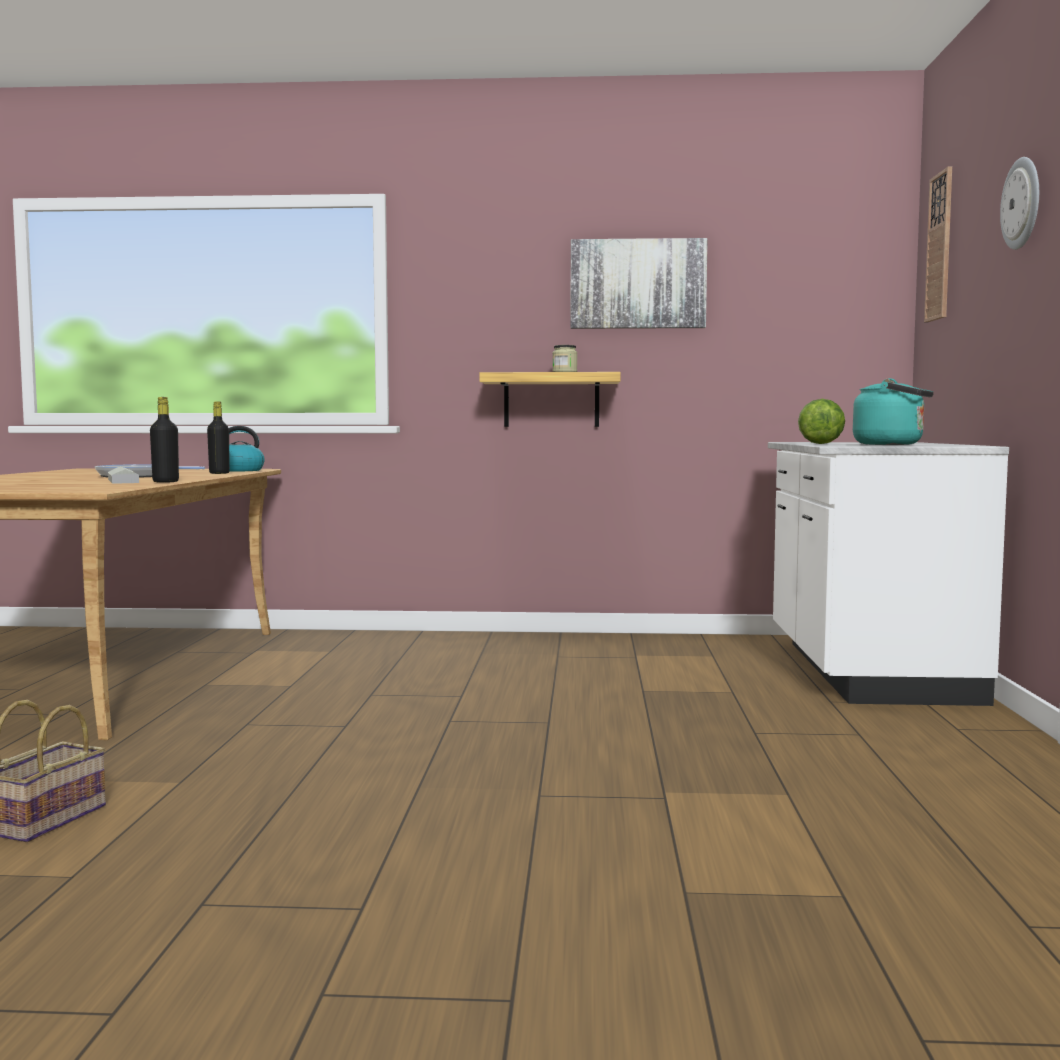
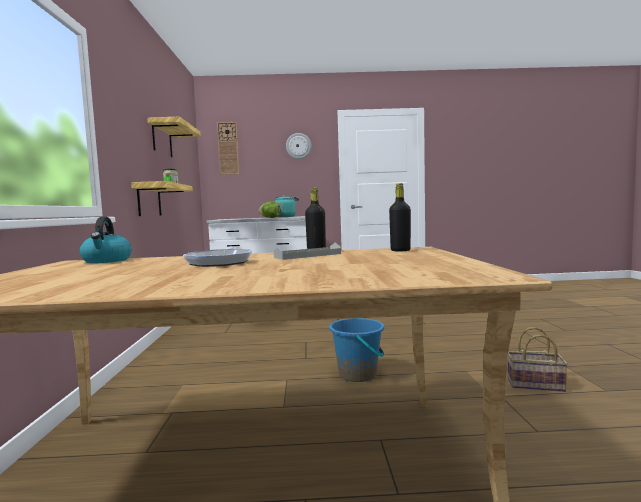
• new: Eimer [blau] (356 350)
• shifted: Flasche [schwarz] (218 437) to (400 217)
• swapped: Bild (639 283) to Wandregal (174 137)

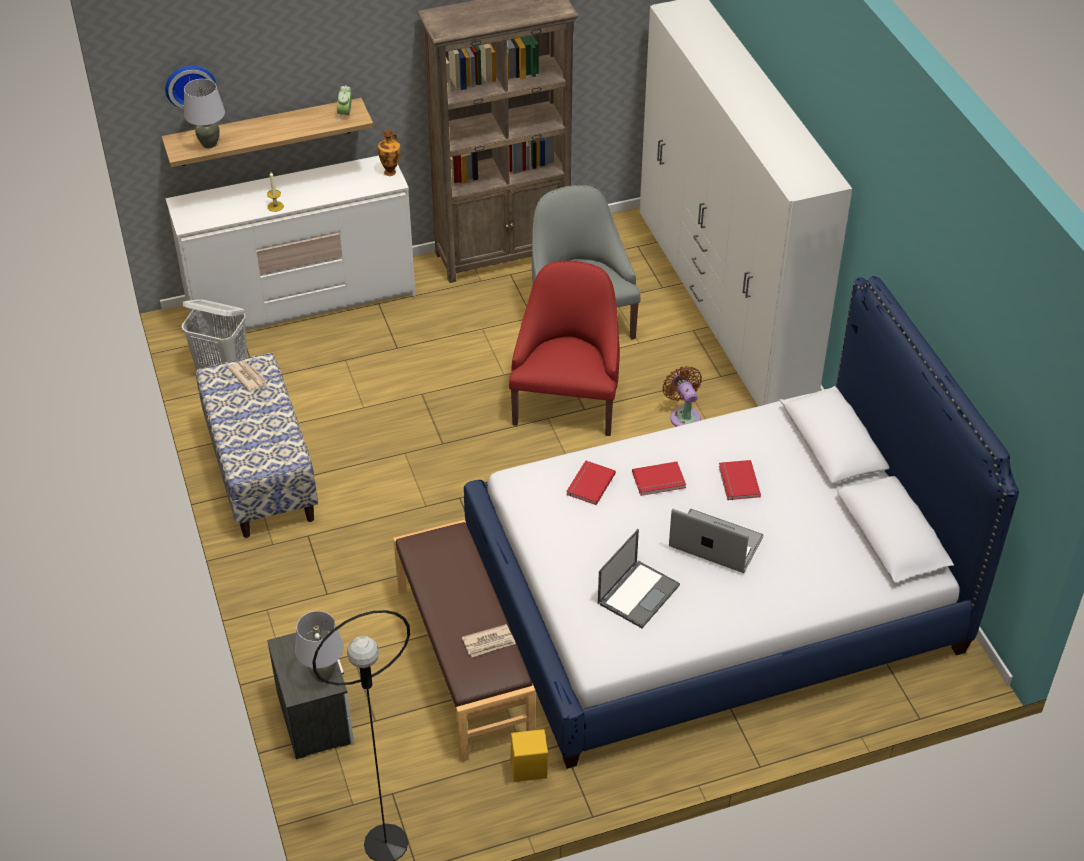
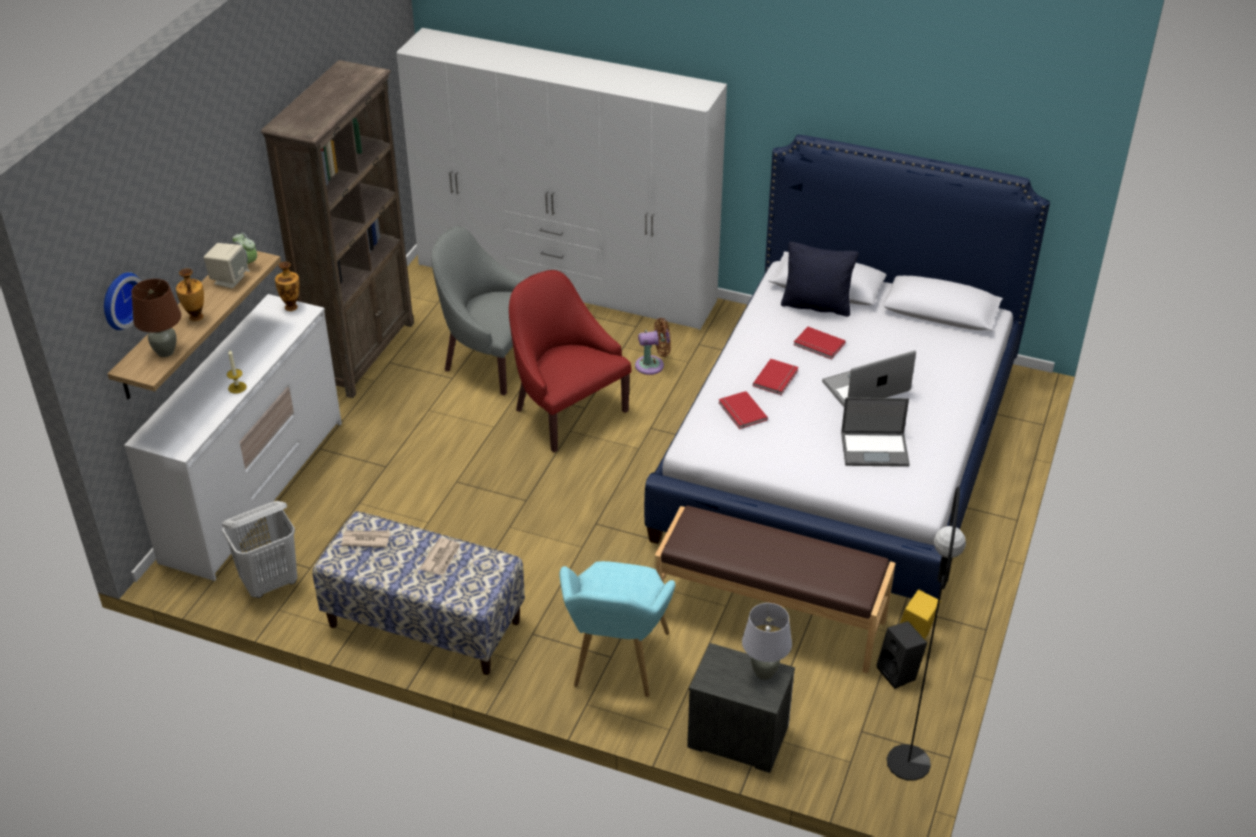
• new: Vase (190 294)
• new: Lautsprecher [beige] (226 266)
• new: Sessel [türkis] (617 629)
• new: Kissen [schwarz] (819 279)
• new: Lautsprecher [schwarz] (902 655)
• shifted: Zeitung (489 640) to (440 556)
• repainted: Tischlampe [grau] (204 113) to Tischlampe [braun] (156 318)
• rotated: Laptop (639 578) = (875 432) 105 degrees clockwise
• rotated: Ventilator [braun] (682 396) = (653 346) 150 degrees clockwise

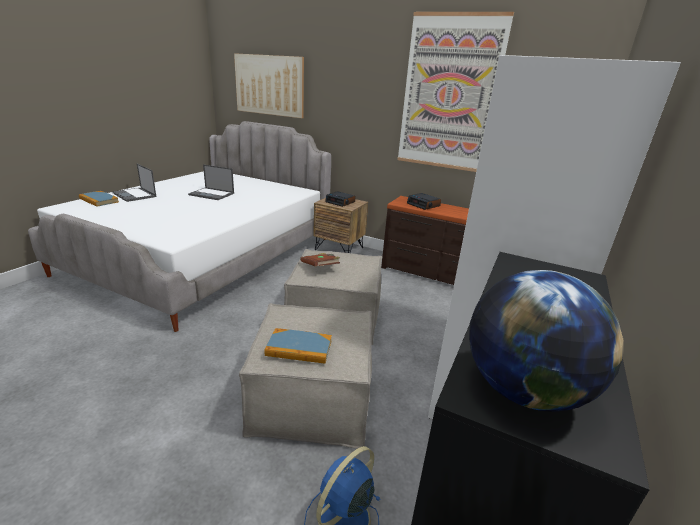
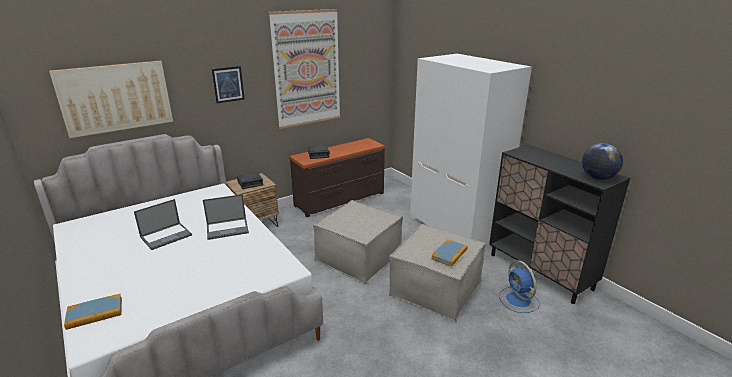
• gone: Buch [braun] (320 260)
• new: Bild (228 84)
• shifted: Laptop (134 183) to (226 217)

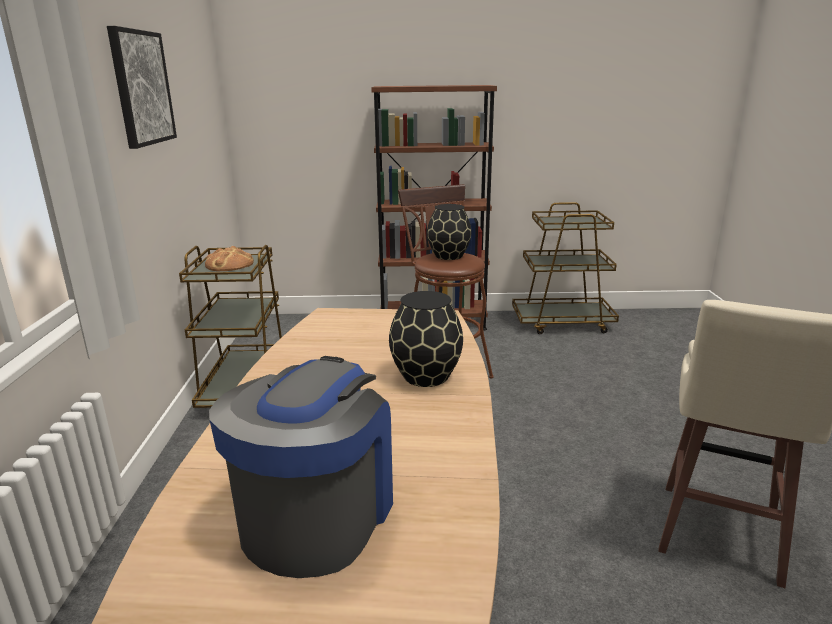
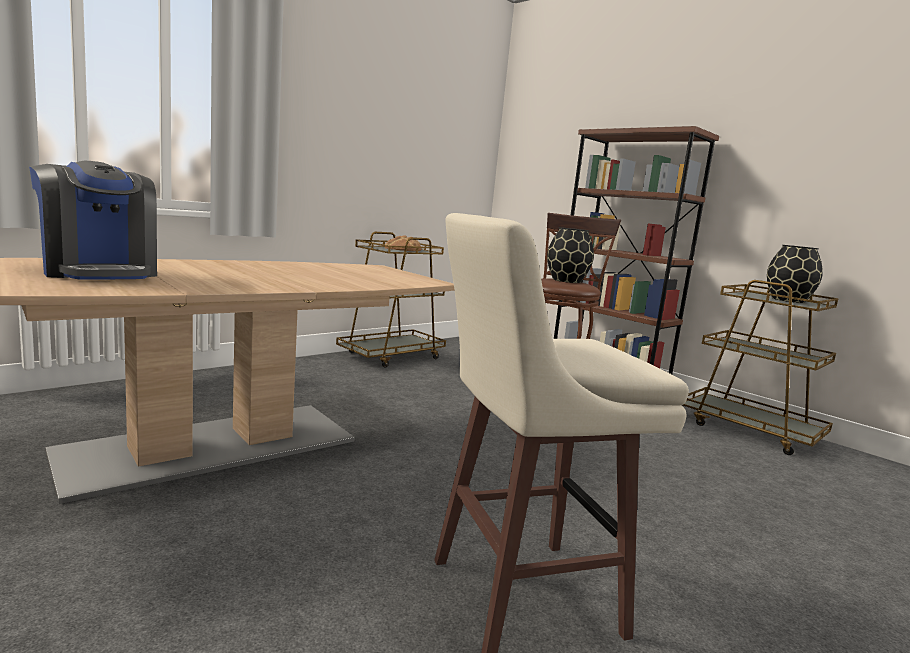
• gone: Bild (142 87)
• shifted: Vase [schwarz] (426 339) to (795 274)
• rotated: Kaffeemaschine (301 467) = (93 220) 75 degrees clockwise

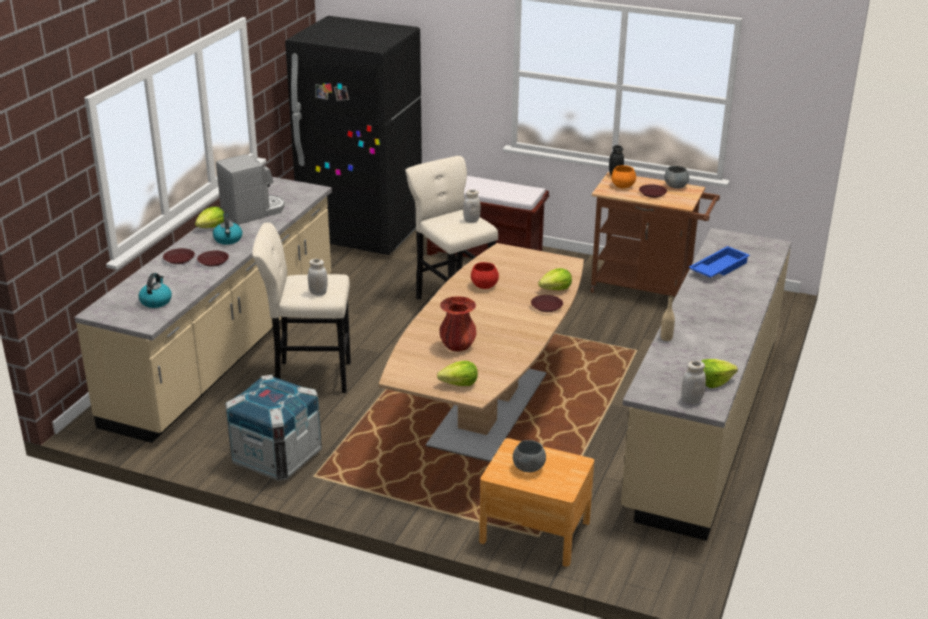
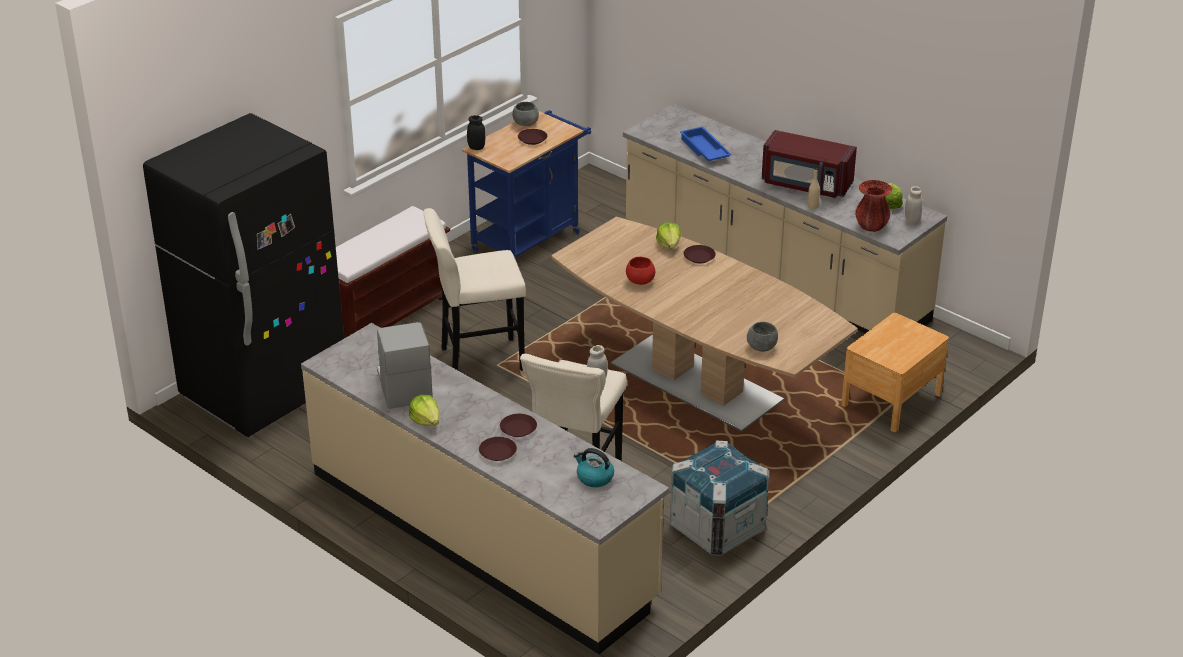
• gone: Wasserkessel (227 229)
• gone: Salatkopf (457 373)
• gone: Vorratsglas [weiß] (472 206)
• gone: Schüssel [orange] (623 176)
• new: Mikrowelle [rot] (809 164)
• shifted: Vase [rot] (457 324) to (873 206)
• shifted: Schüssel [grau] (529 456) to (762 337)
• repainted: Rollwagen [braun] (655 234) to Rollwagen [blau] (526 183)

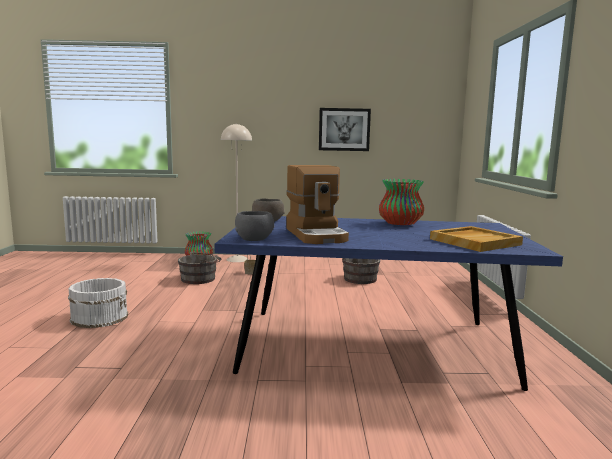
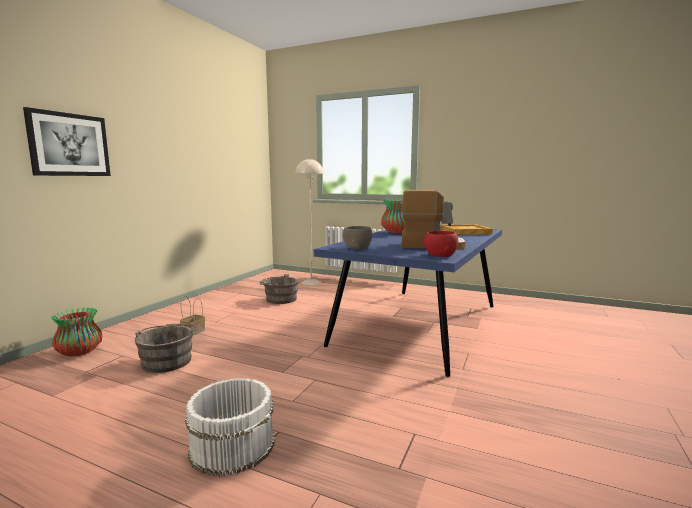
• shifted: Stehlampe [beige] (236 192) to (309 221)
• shifted: Bild (345 129) to (67 141)
• repainted: Schüssel [grau] (254 226) to Schüssel [rot] (440 244)

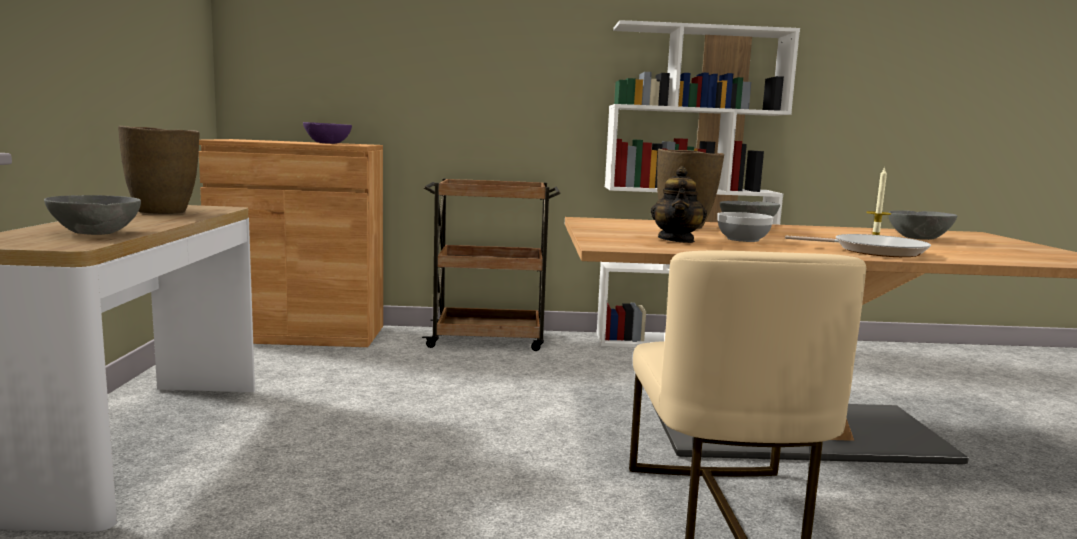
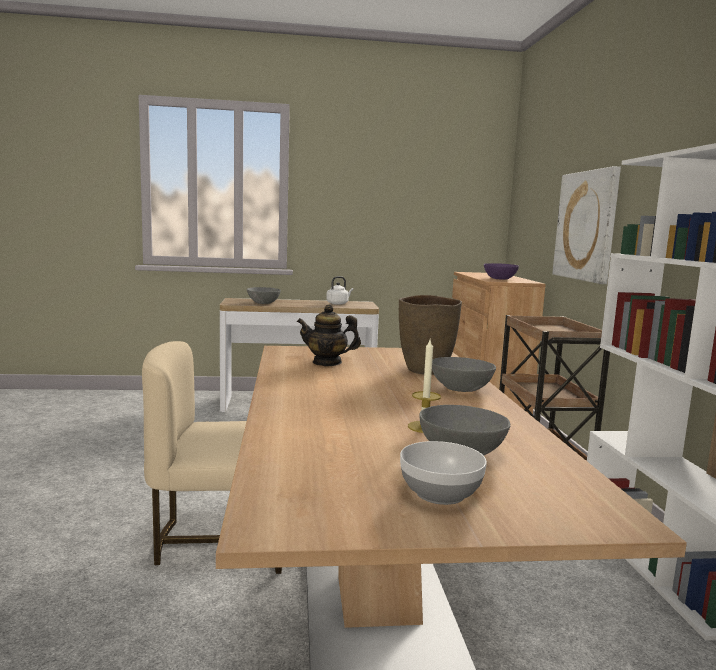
• gone: Pfanne (858 245)
• new: Bild (586 225)
• shifted: Schüssel (745 227) to (443 473)
• swapped: Vase [braun] (159 170) to Wasserkessel [weiß] (339 290)

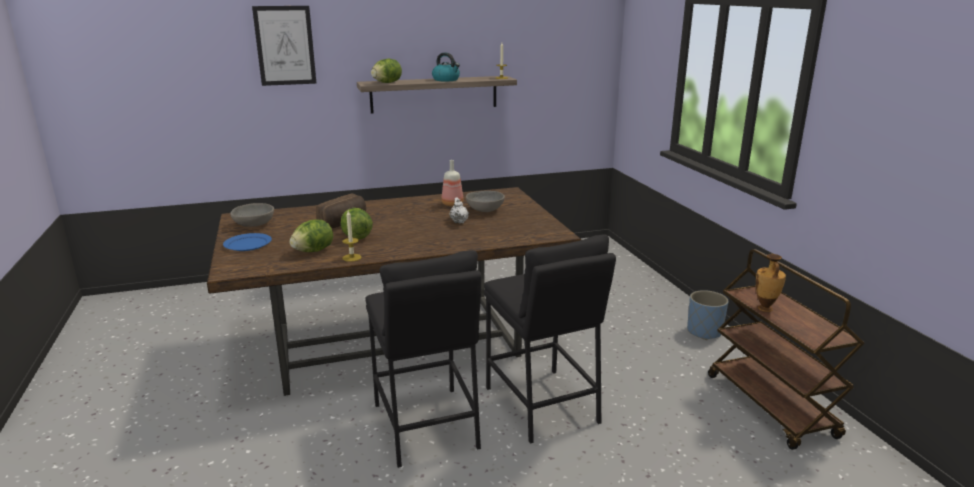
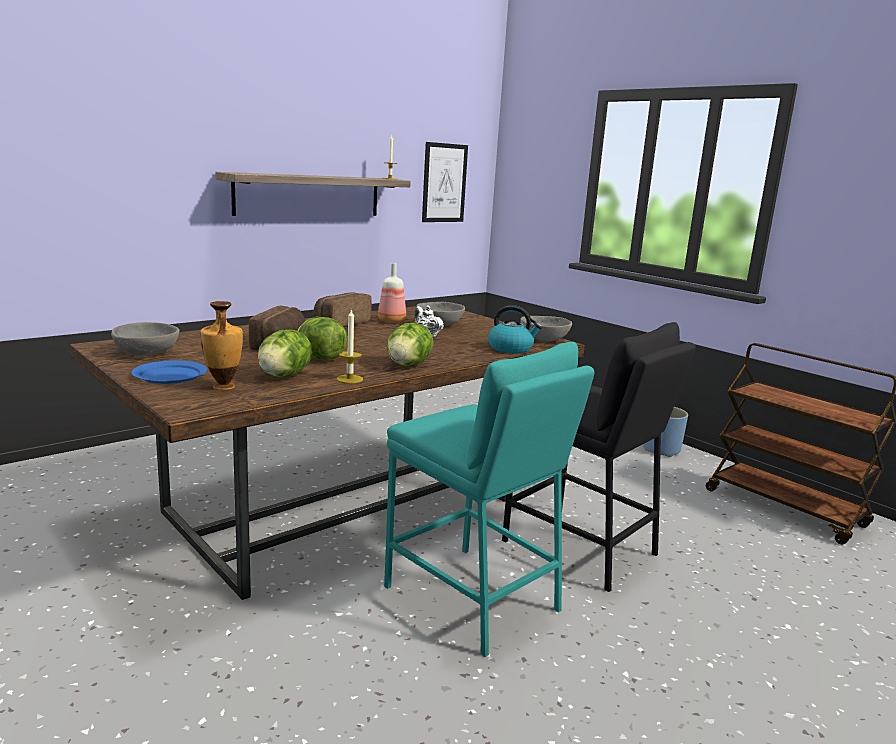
• new: Brot (343 310)
• new: Schüssel [grau] (546 329)
• shifted: Bild (284 46) to (445 182)
• shifted: Salatkopf (386 71) to (410 344)
• shifted: Wasserkessel (446 67) to (515 329)
• shifted: Vase (771 283) to (221 345)
• repainted: Hocker [schwarz] (423 359) to Hocker [türkis] (489 499)

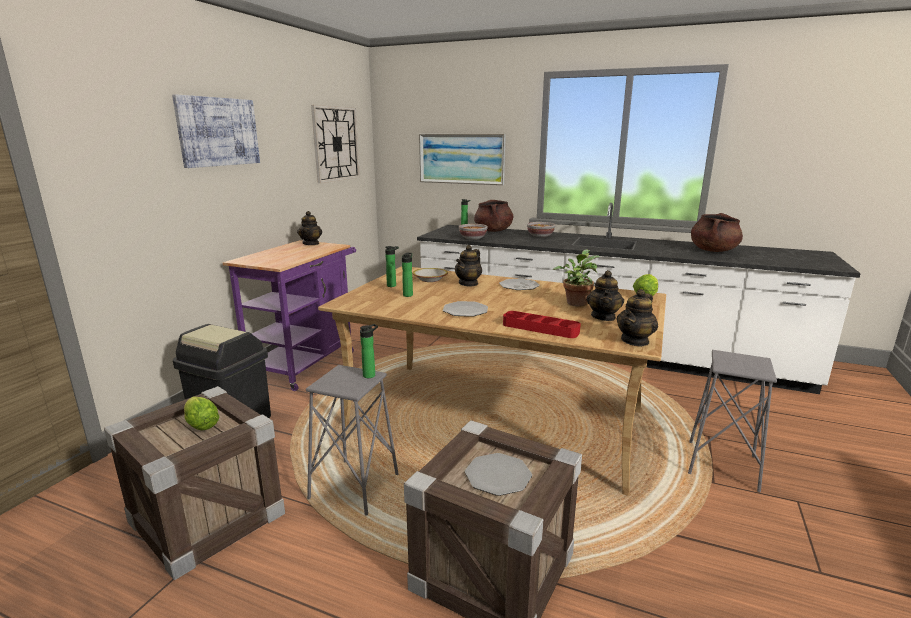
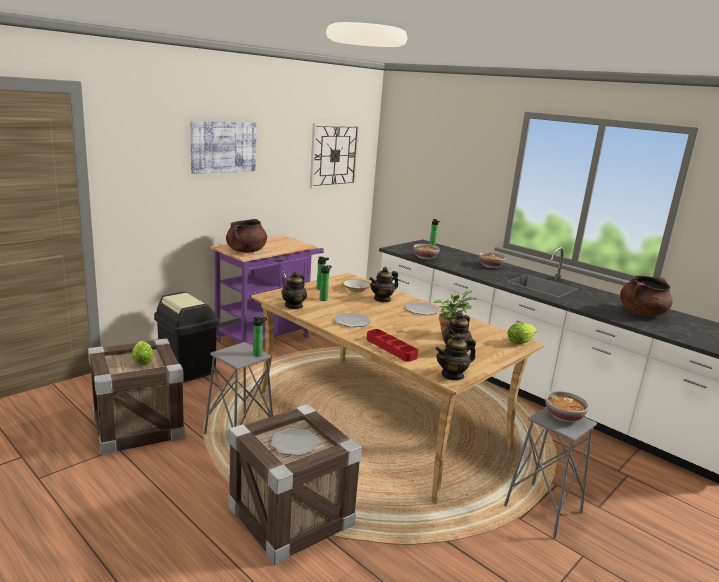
• gone: Bild (462 159)
• new: Schüssel (567 406)
• shifted: Teekanne (309 228) to (294 290)
• shifted: Kochtopf [braun] (493 216) to (246 236)

